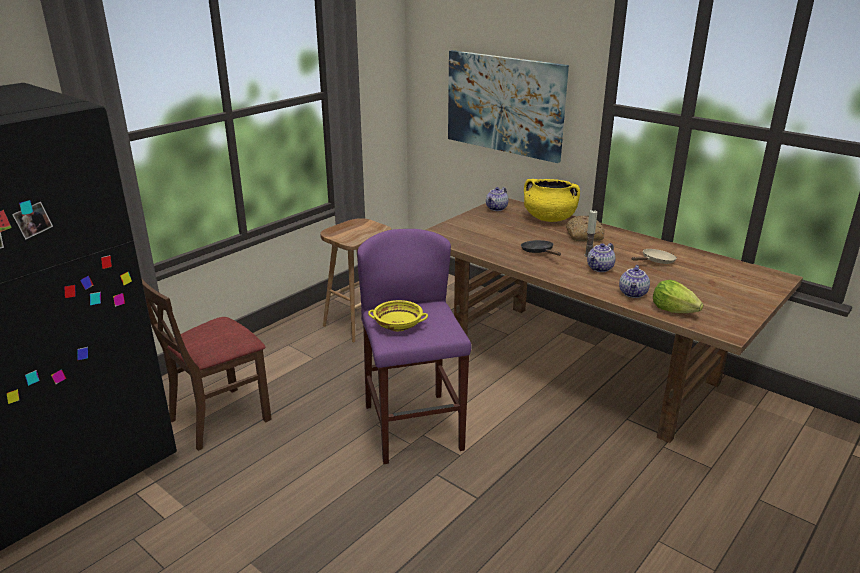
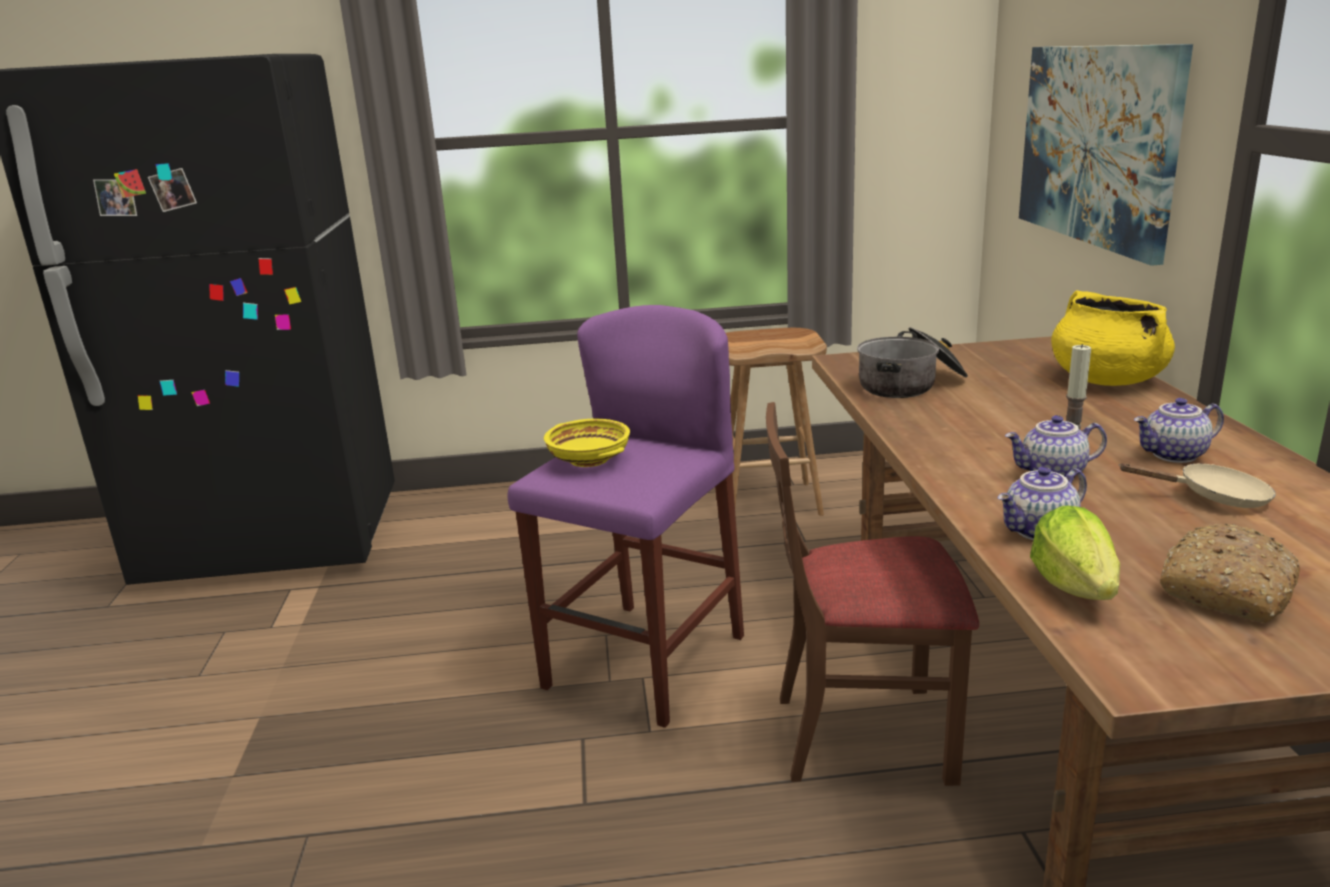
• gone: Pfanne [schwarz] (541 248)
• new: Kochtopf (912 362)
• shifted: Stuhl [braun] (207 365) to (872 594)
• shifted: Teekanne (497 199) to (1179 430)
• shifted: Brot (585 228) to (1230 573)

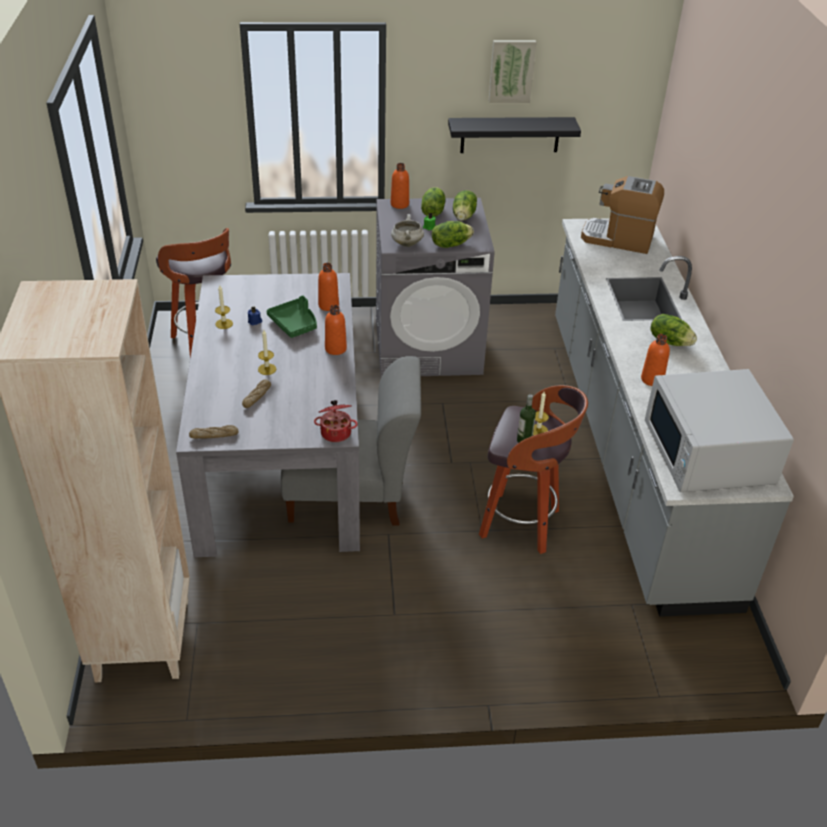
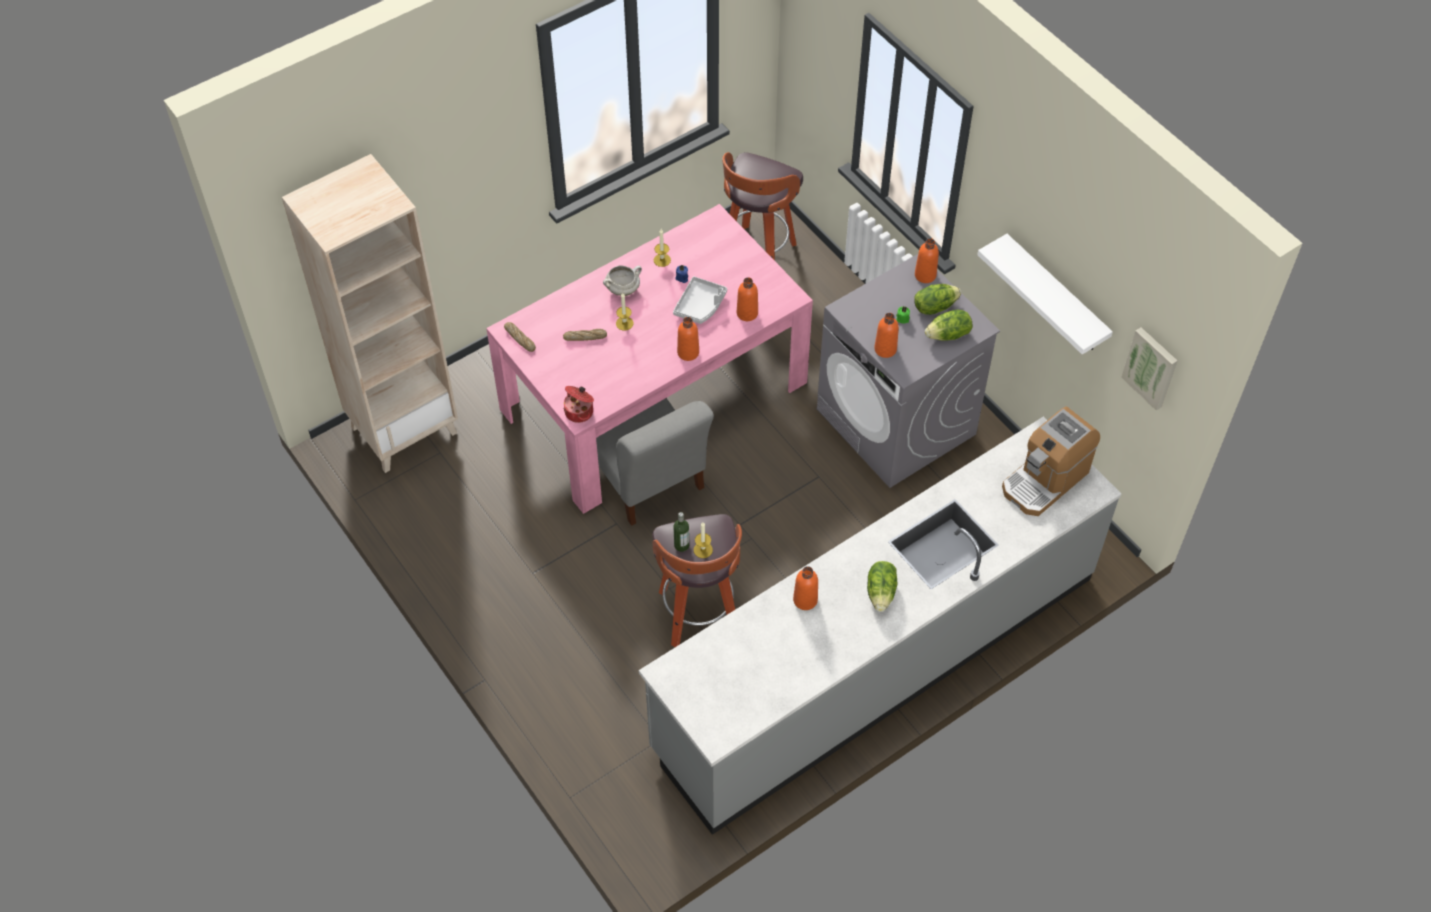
• gone: Mikrowelle [weiß] (719 430)
• shifted: Kochtopf [weiß] (407 230) to (622 280)
• shifted: Bild (512 71) to (1149 368)
• swapped: Salatkopf (453 234) to Flasche [orange] (886 335)
• repainted: Esstisch [grau] (268 415) to Esstisch [rosa] (649 359)
• repainted: Tablett [grün] (292 316) to Tablett [grau] (700 300)
• repainted: Wandregal [schwarz] (514 135) to Wandregal [weiß] (1045 294)
• rotated: Kaffeemaschine (622 215) = (1051 461) 120 degrees counterclockwise

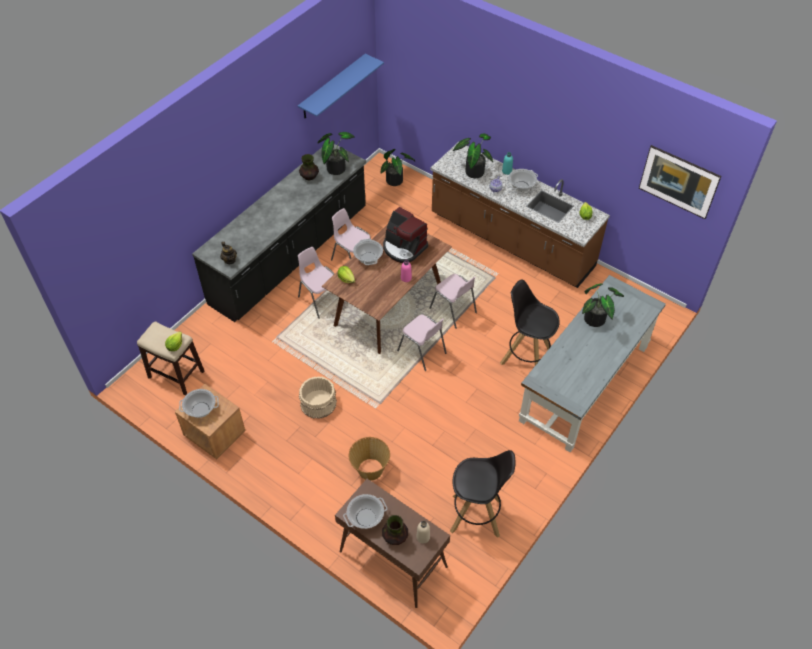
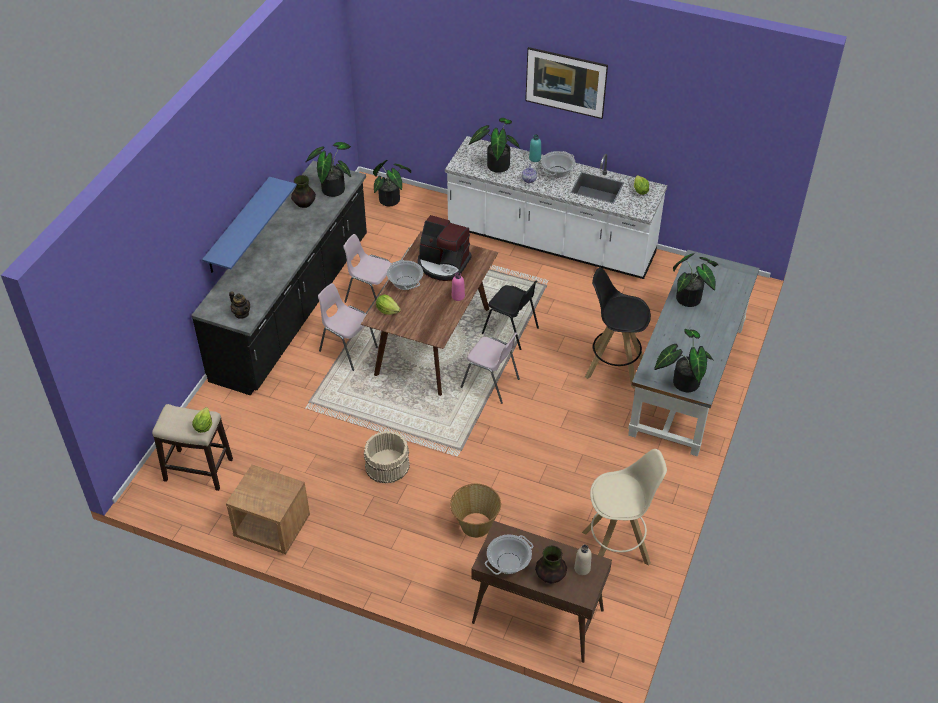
• gone: Kochtopf (199 403)
• new: Topfpflanze (684 360)
• shifted: Wandregal [blau] (341 86) to (249 225)
• shifted: Bild (680 182) to (566 83)
• repainted: Stuhl [rosa] (453 301) to Stuhl [schwarz] (510 315)
• repainted: Küchenzeile [braun] (520 215) to Küchenzeile [weiß] (556 207)
• repainted: Hocker [schwarz] (483 494) to Hocker [beige] (624 507)

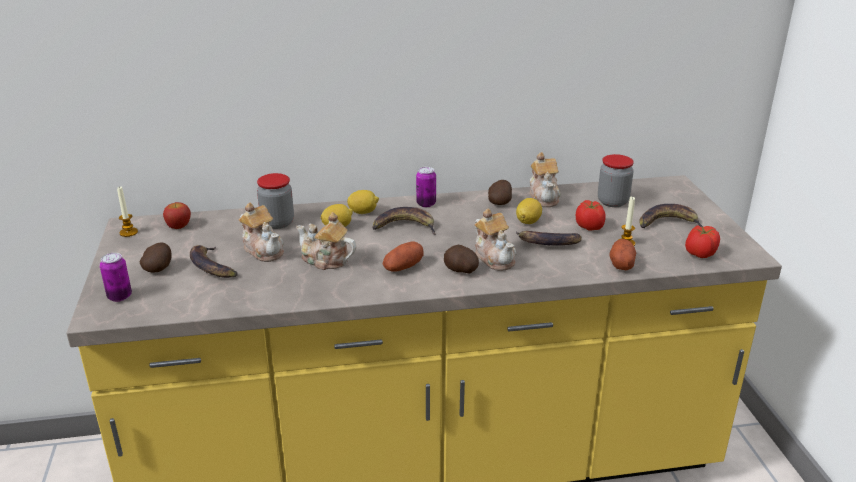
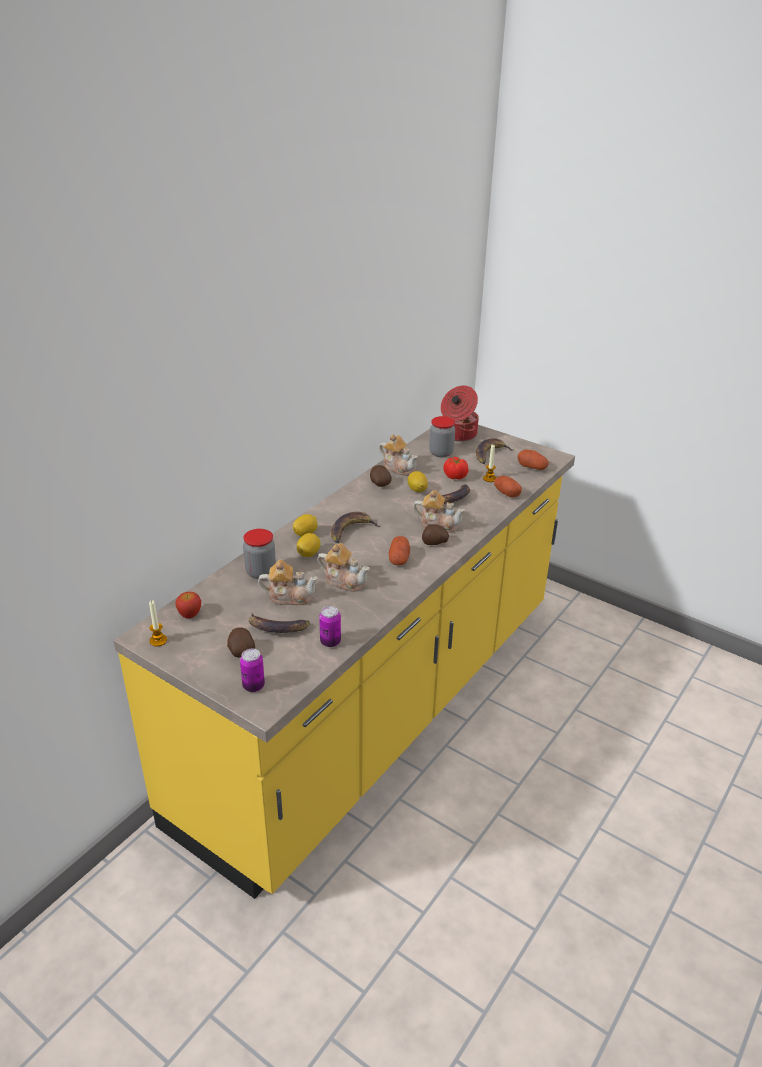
• new: Kochtopf (460 414)
• shifted: Dose (426 187) to (330 626)
• swapped: Tomate (702 241) to Kartoffel (533 459)
• rotated: Teekanne (326 241) = (343 567) 135 degrees counterclockwise

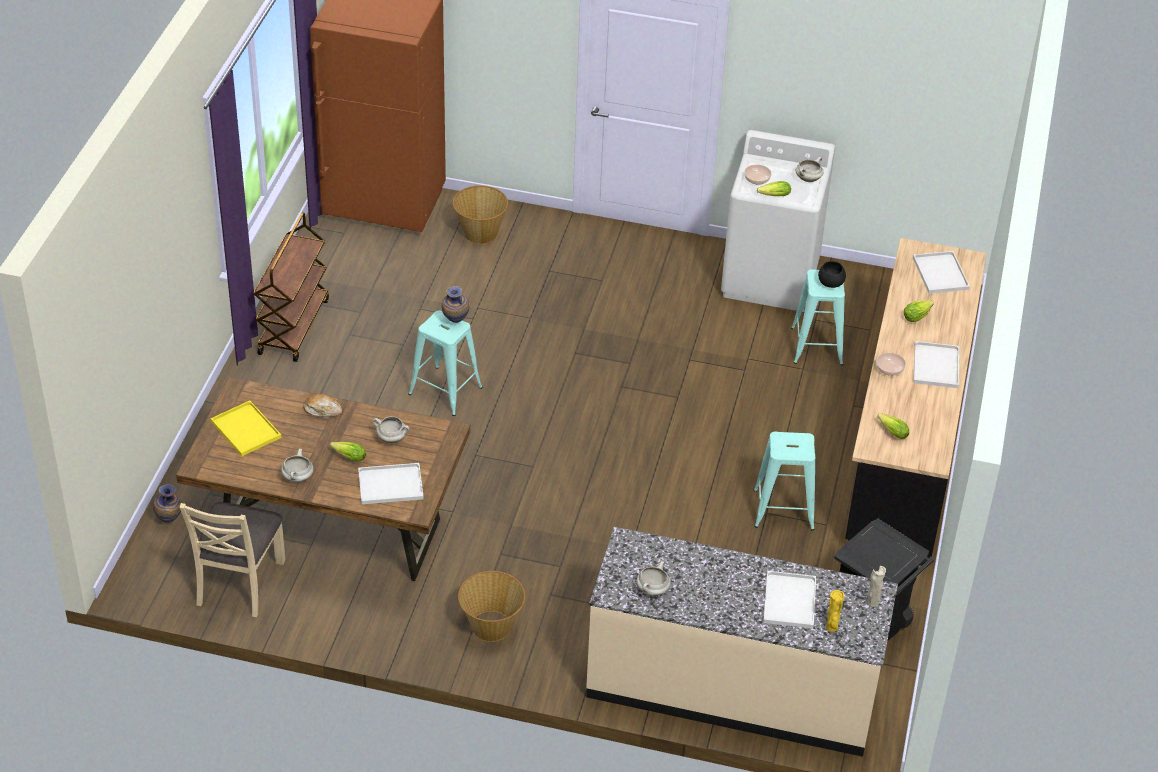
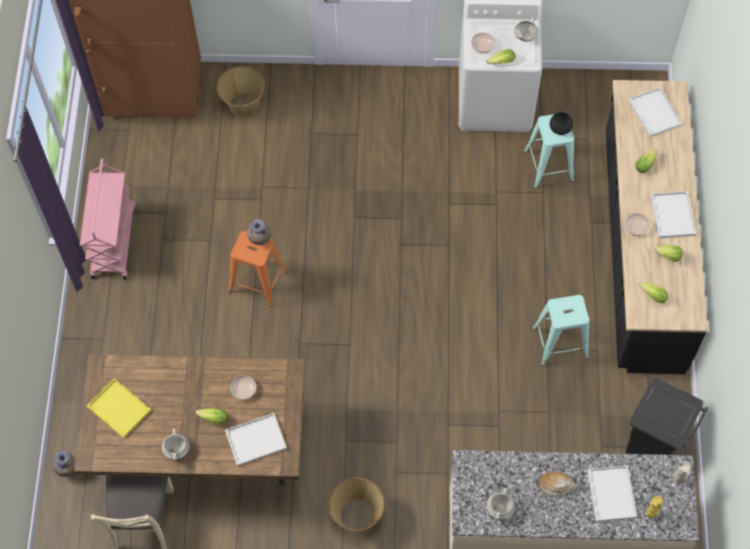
• new: Salatkopf (668 253)
• shifted: Brot (322 405) to (557 483)
• swapped: Kochtopf [weiß] (391 429) to Schüssel (243 387)
• repainted: Rollwagen [braun] (291 287) to Rollwagen [rosa] (107 219)
• repainted: Hocker [türkis] (445 363) to Hocker [orange] (258 269)

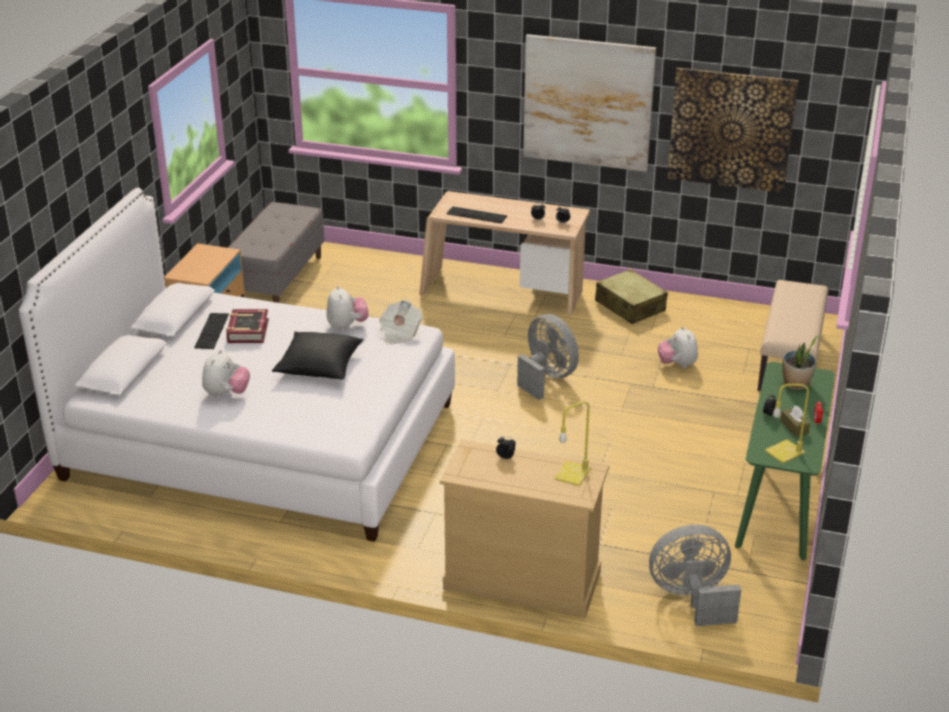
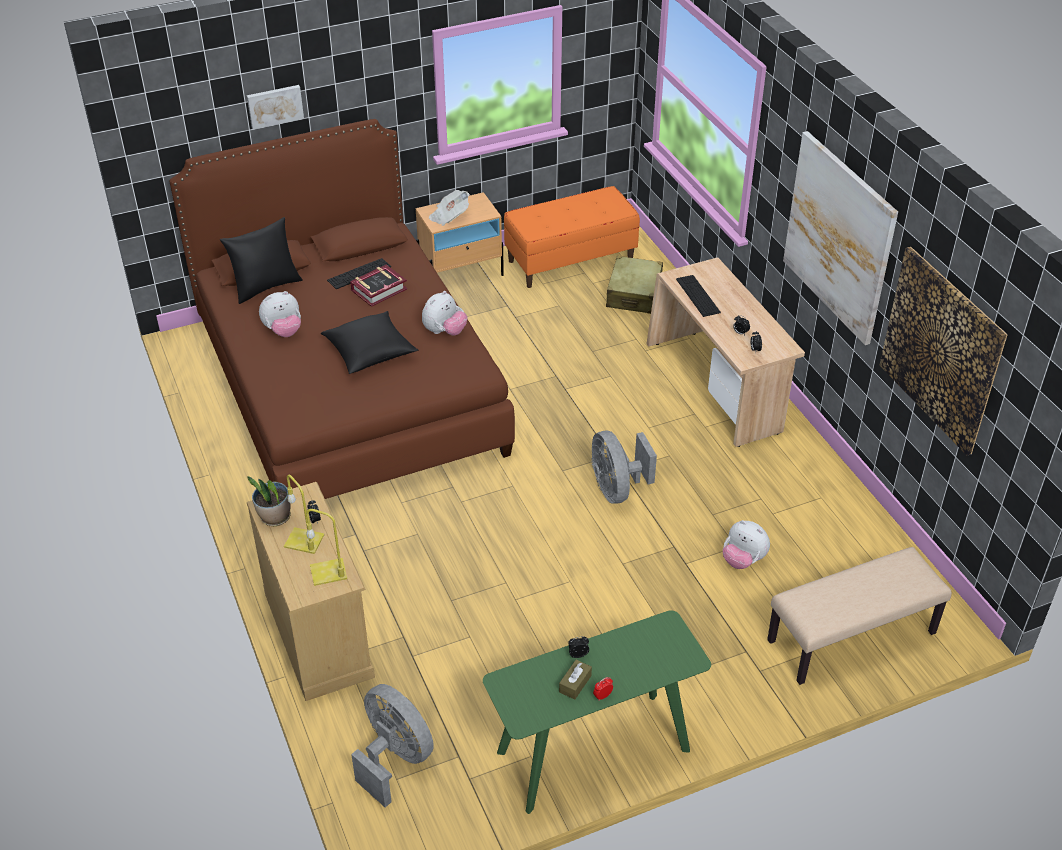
• new: Kissen [schwarz] (261 260)
• new: Bild (275 107)
• shifted: Zeitung (401 322) to (449 208)
• shifted: Koffer [beige] (631 296) to (634 285)
• shifted: Tischlampe [gelb] (787 423) to (304 514)
• shifted: Topfpflanze (800 362) to (269 501)
• repainted: Bett [weiß] (237 365) to Bett [braun] (342 309)
• repainted: Bank [grau] (276 252) to Bank [orange] (572 237)
• rotated: Ventilator [grau] (548 357) = (624 467) 150 degrees clockwise
• rotated: Plüschtier (678 347) = (746 544) 90 degrees counterclockwise

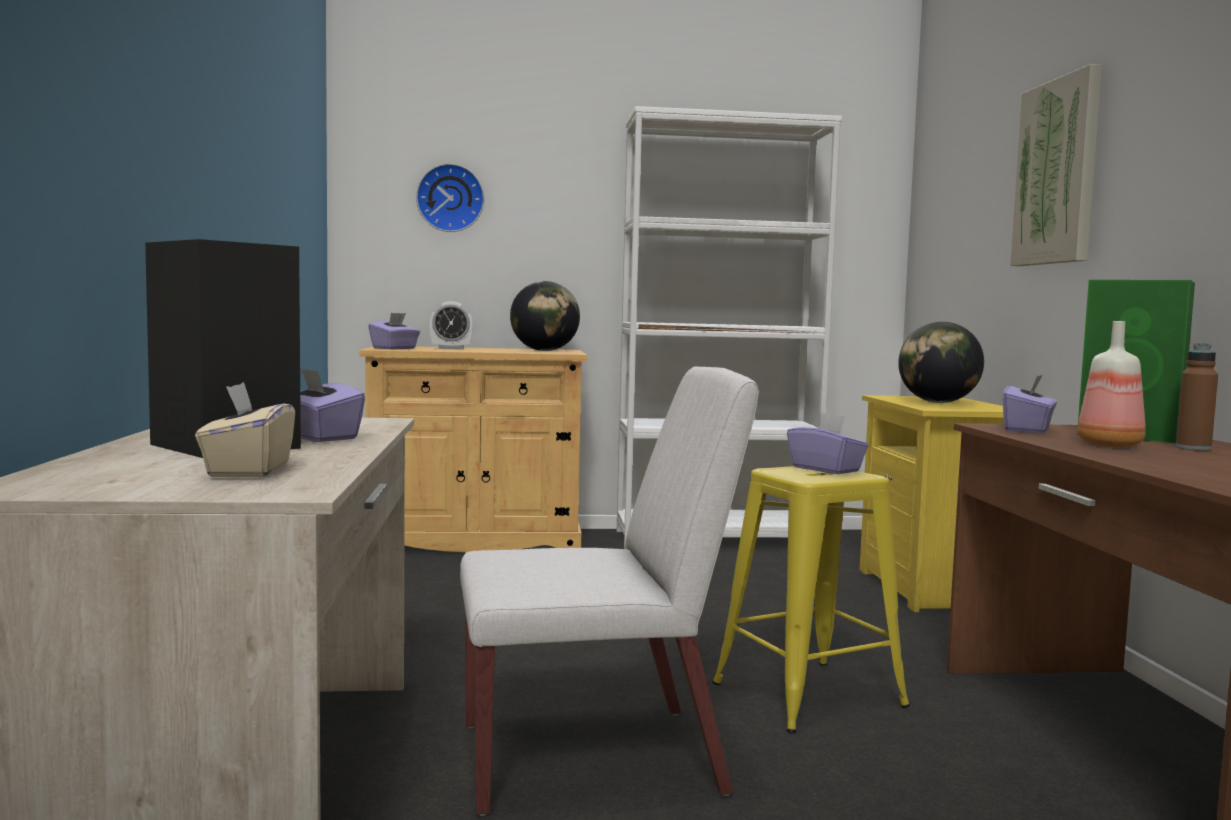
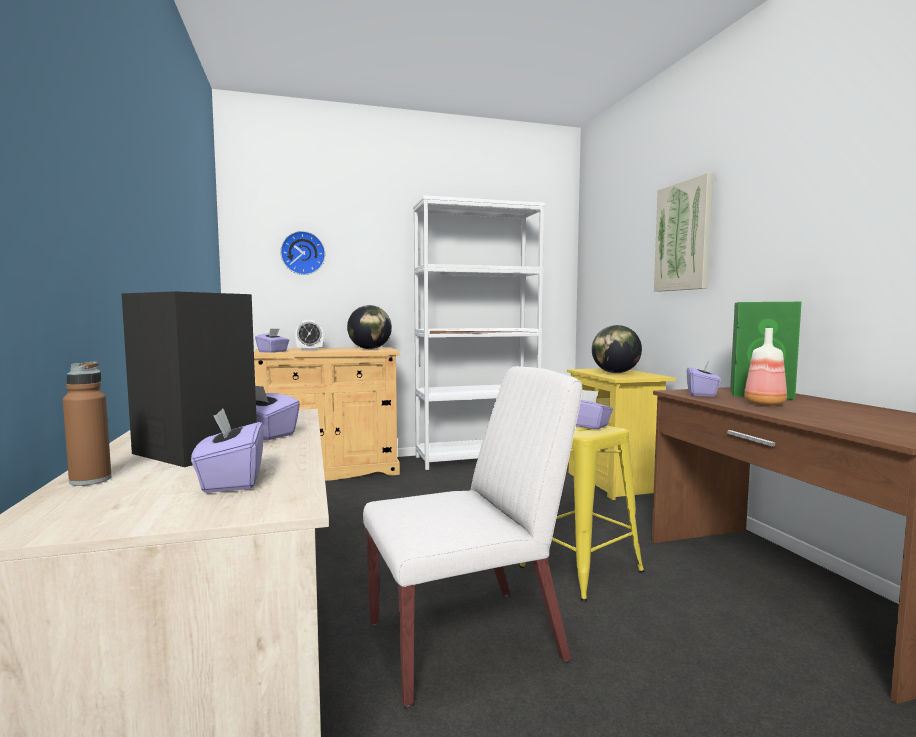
• shifted: Flasche [braun] (1196 397) to (87 424)
• repainted: Taschentuchbox [beige] (245 429) to Taschentuchbox [lila] (227 450)

